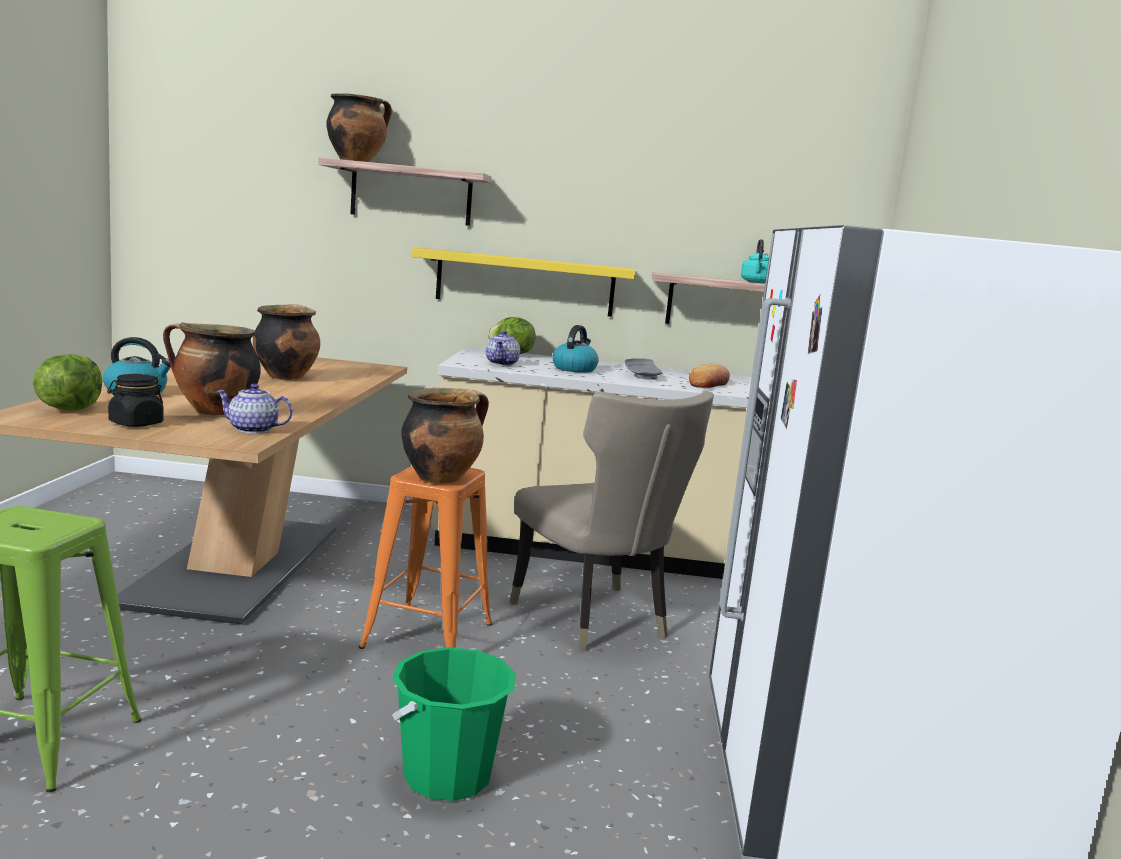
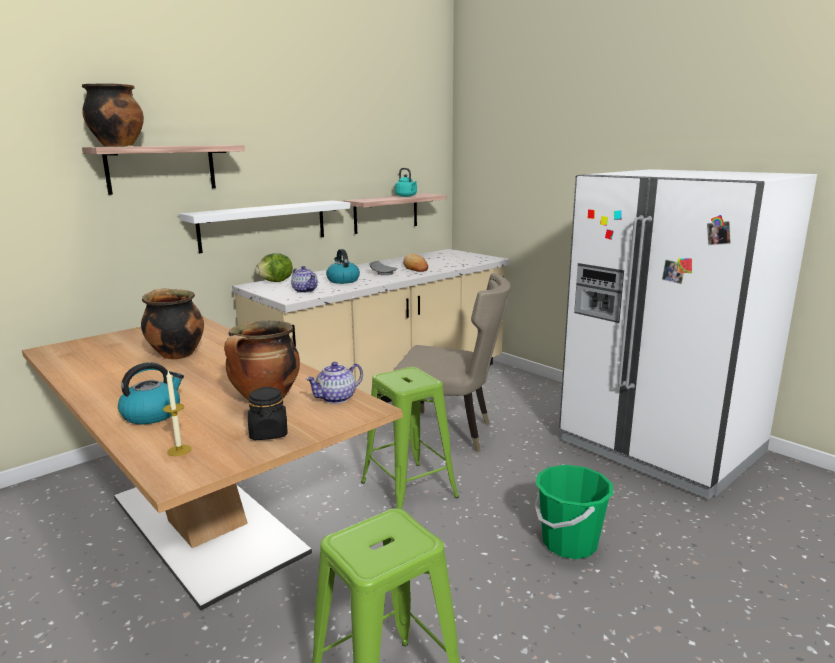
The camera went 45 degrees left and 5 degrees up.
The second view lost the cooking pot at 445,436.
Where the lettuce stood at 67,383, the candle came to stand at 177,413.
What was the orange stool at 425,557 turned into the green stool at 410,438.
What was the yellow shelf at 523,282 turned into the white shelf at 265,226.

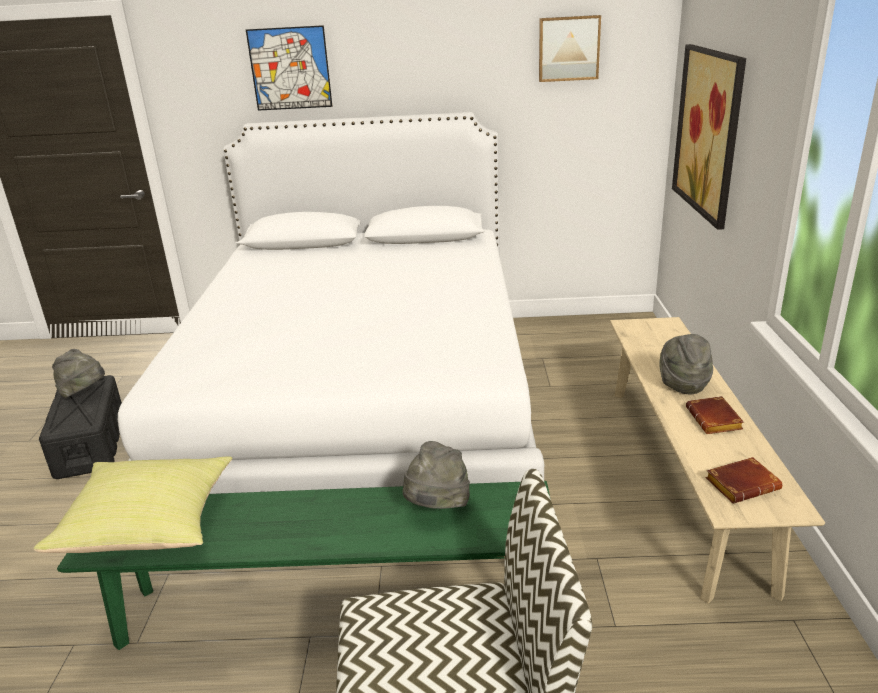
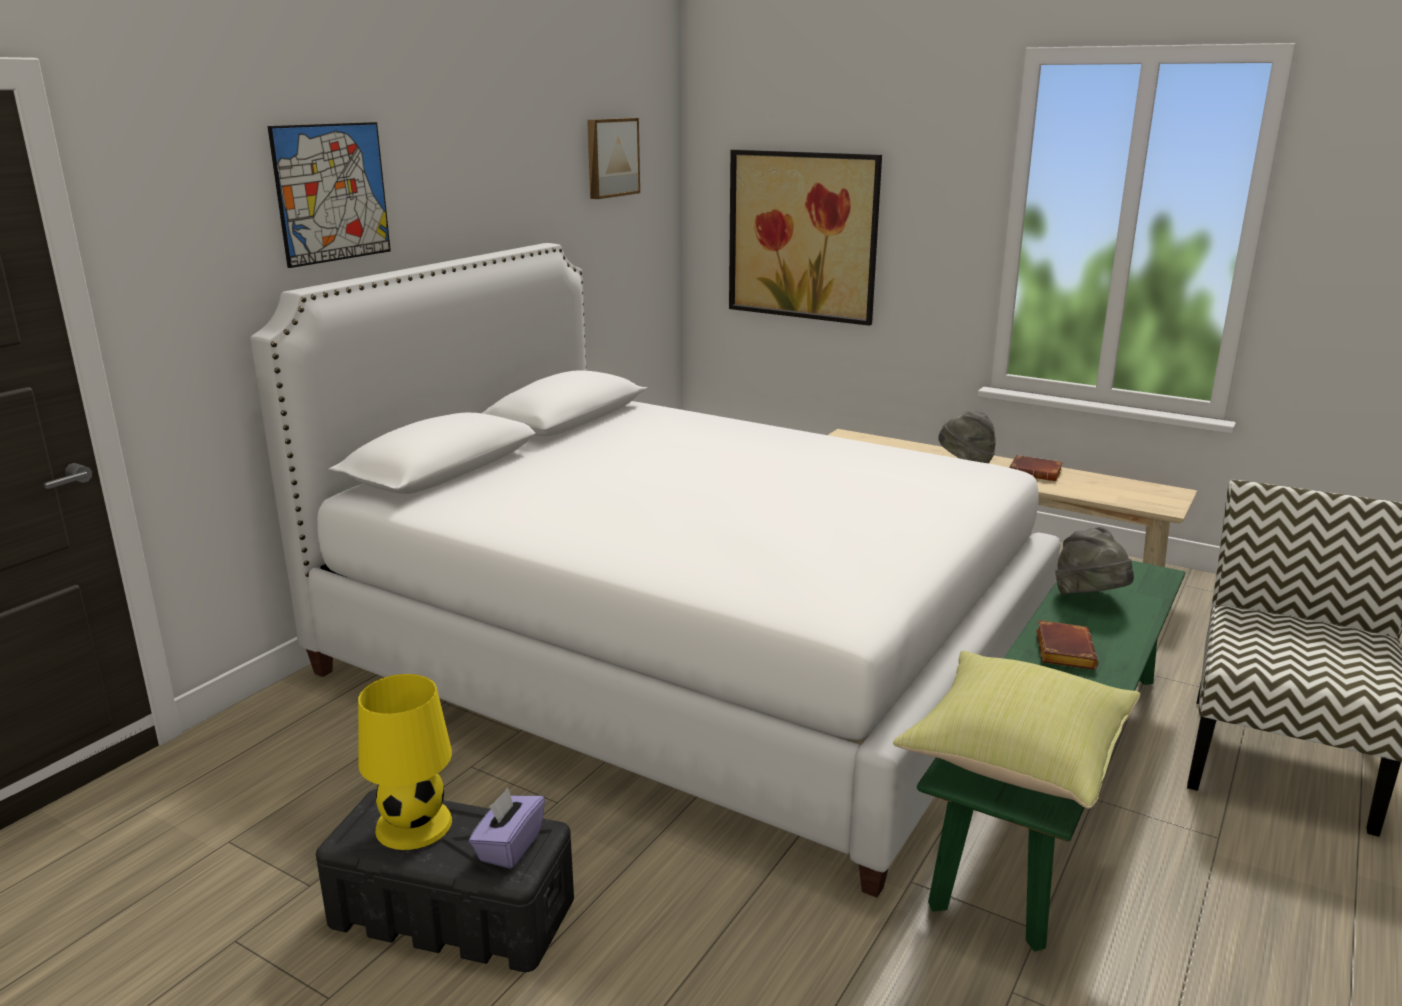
The camera went 60 degrees left and 5 degrees down.
The second view gained the purple tissue box at 507,828.
The brown book ended up elsewhere, having gone from 743,480 to 1067,645.
Where the grey hat stood at 78,373, the yellow table lamp came to stand at 405,762.

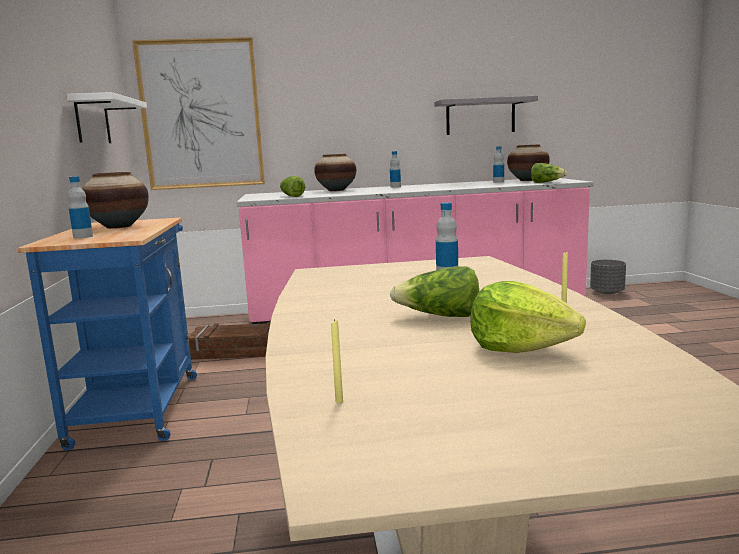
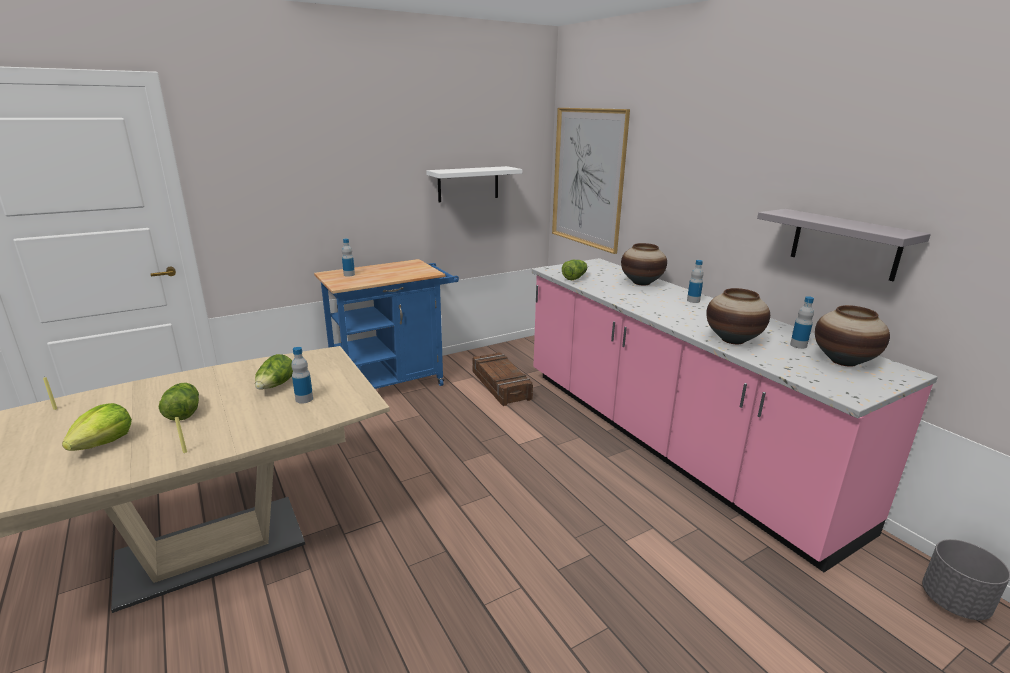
The camera went 65 degrees right and 10 degrees up.
The vase ended up elsewhere, having gone from 115,200 to 738,316.
The lettuce ended up elsewhere, having gone from 549,173 to 274,372.

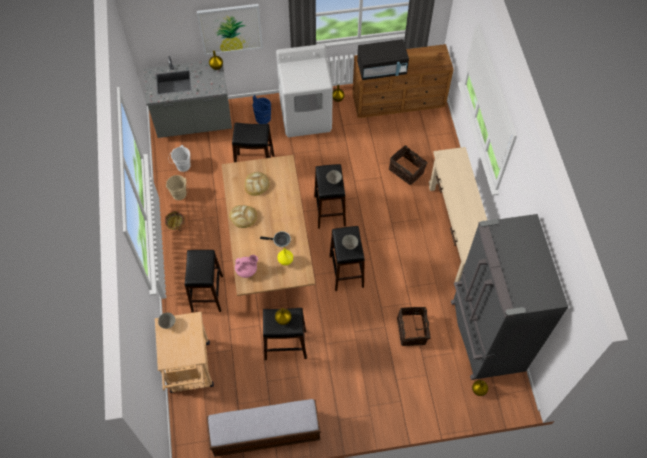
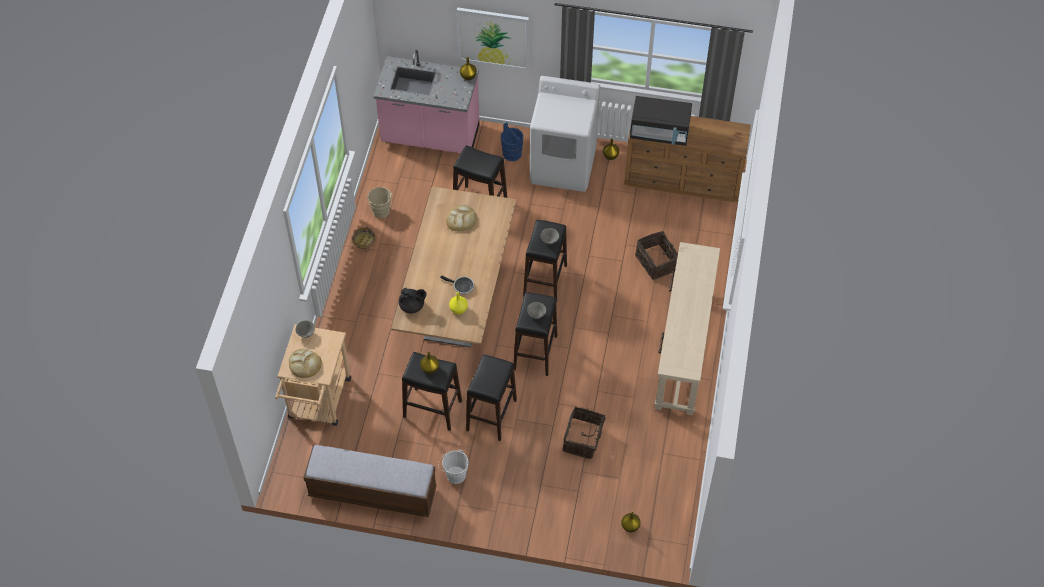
The camera went 20 degrees right and 5 degrees down.
The second view lost the grey fridge at 509,297.
The white bucket ended up elsewhere, having gone from 180,158 to 453,466.
The black stool ended up elsewhere, having gone from 204,281 to 491,397.
The bread ended up elsewhere, having gone from 243,216 to 305,363.
What was the grey counter at 188,97 turned into the pink counter at 426,101.
What was the pink teapot at 246,266 turned into the black teapot at 413,300.

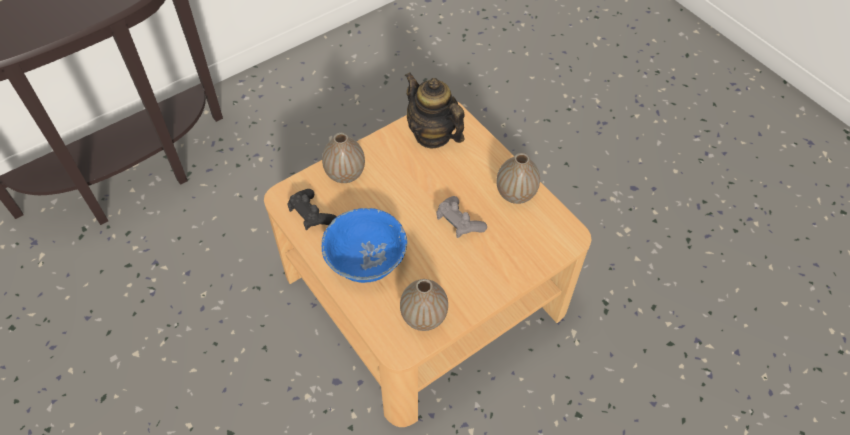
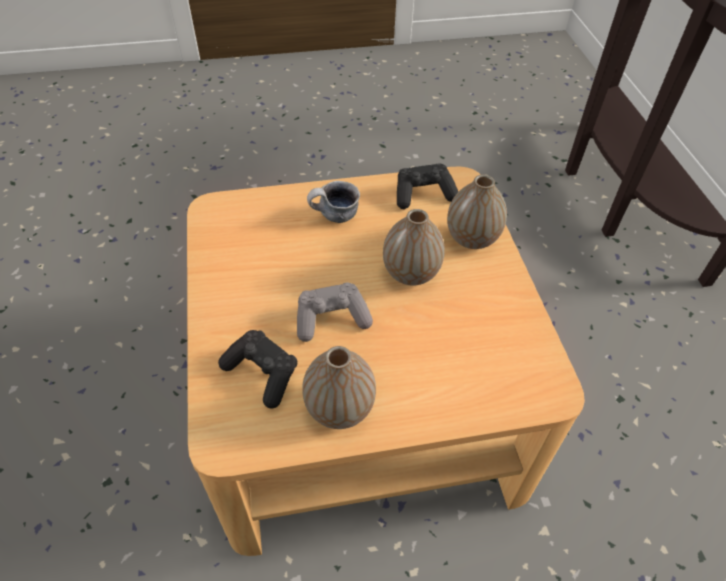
The camera went 115 degrees right and 5 degrees down.
The second view lost the teapot at 435,110.
The second view gained the black game controller at 257,369.
The vase ended up elsewhere, having gone from 424,305 to 414,247.
Where the blue bowl stood at 364,245, the mug came to stand at 333,202.

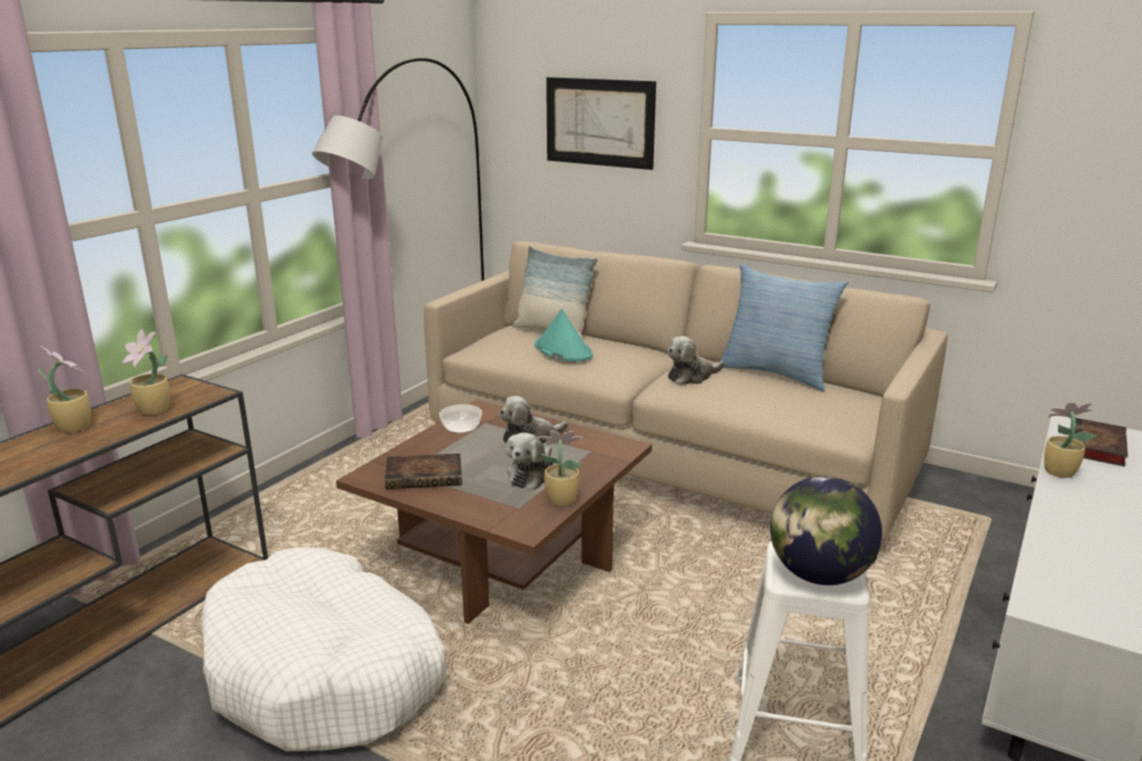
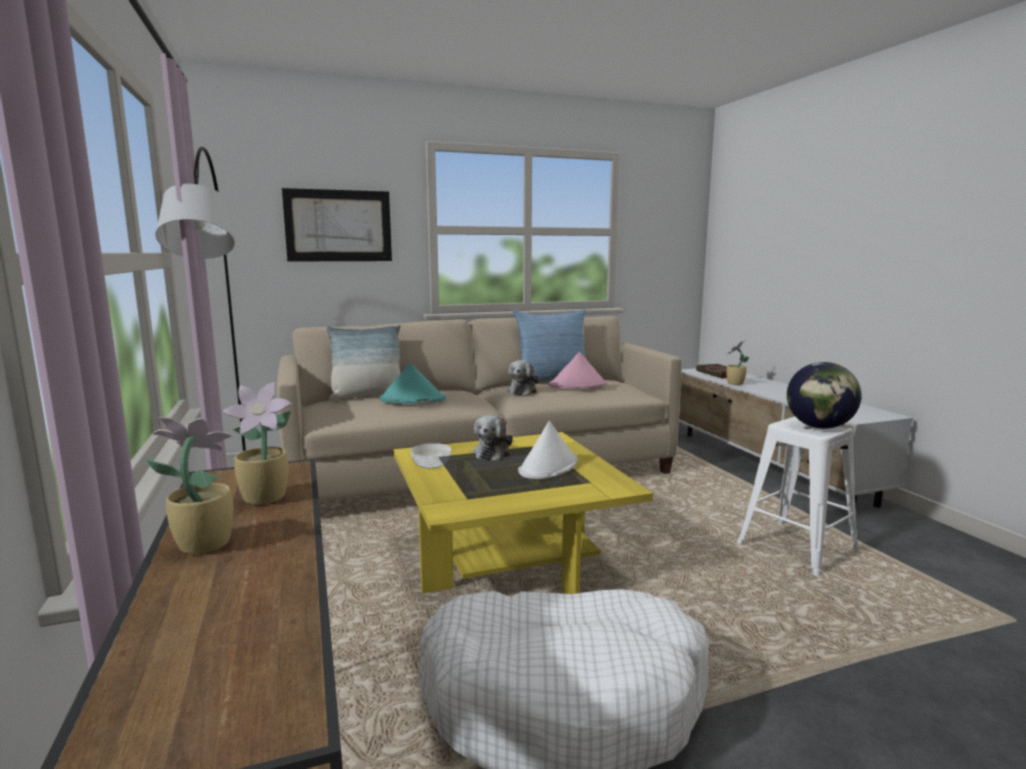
The camera went 50 degrees left and 10 degrees down.
The second view lost the book at 423,471.
The second view lost the potted plant at 560,468.
The second view gained the pink hat at 578,370.
Where the plush toy stood at 529,461, the white hat came to stand at 548,450.
What was the brown coffee table at 494,512 turned into the yellow coffee table at 523,513.

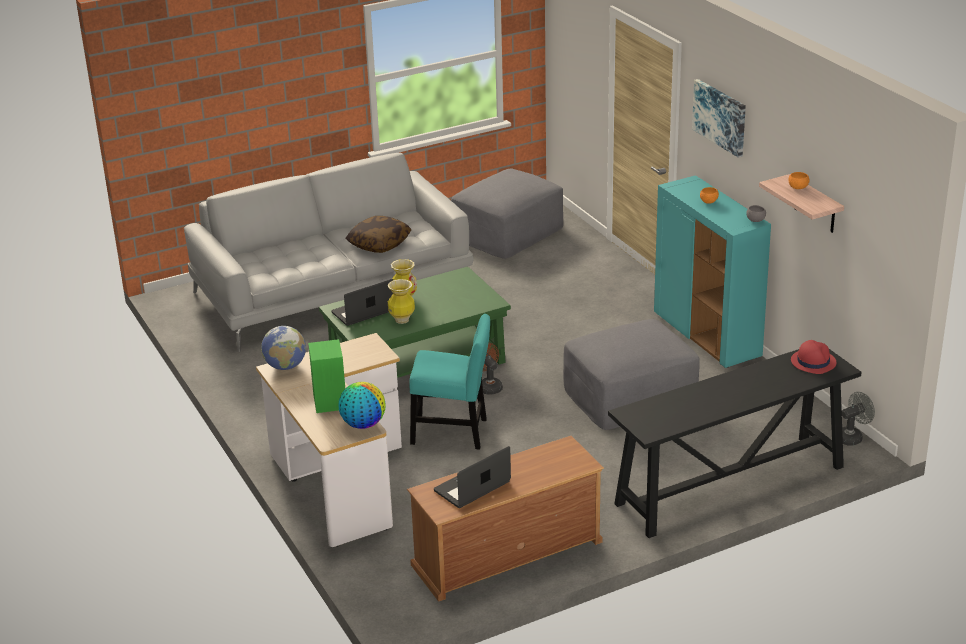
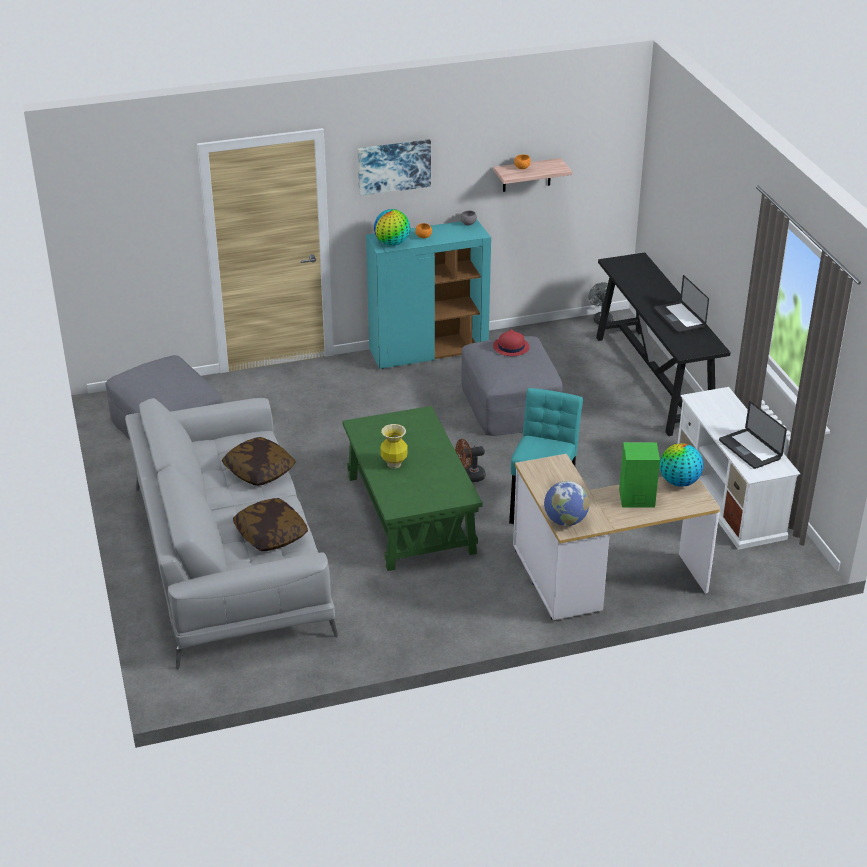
The camera went 80 degrees left and 5 degrees up.
The second view lost the vase at 401,301.
The second view gained the pillow at 270,524.
The second view gained the globe at 392,227.
The laptop ended up elsewhere, having gone from 362,302 to 681,304.
The red hat ended up elsewhere, having gone from 814,357 to 511,342.
What was the brown tv stand at 505,519 turned into the white tv stand at 738,468.

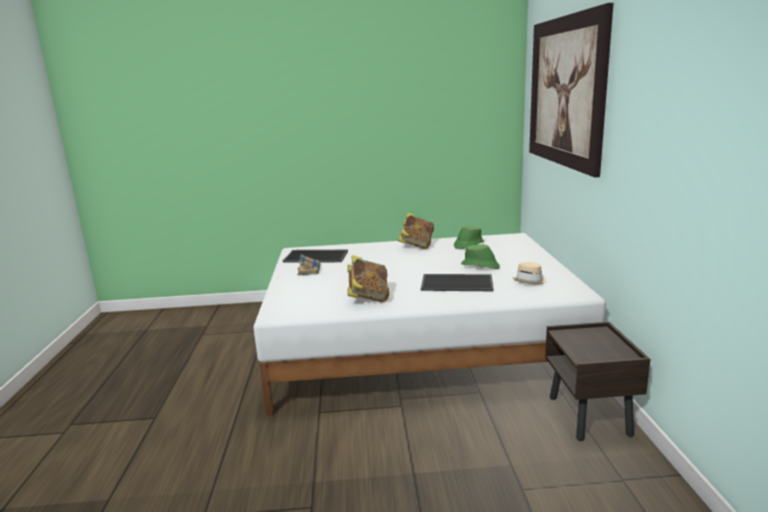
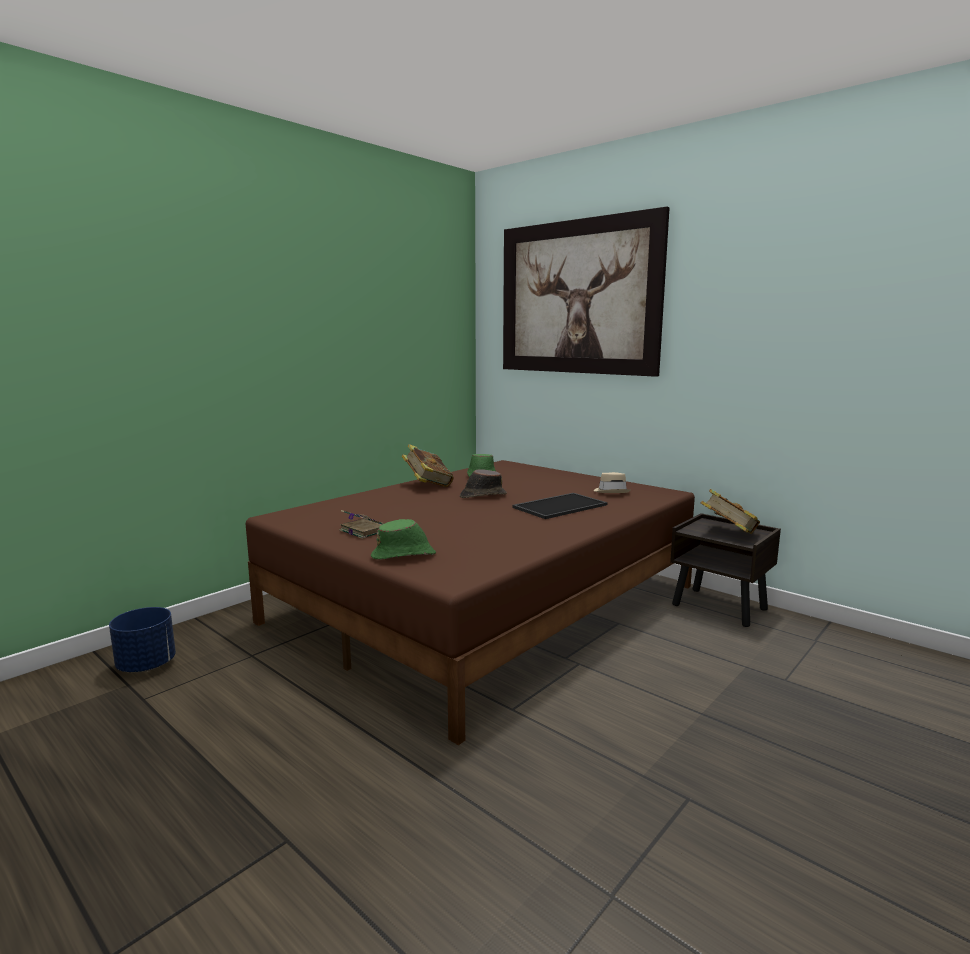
The camera went 45 degrees left and 5 degrees down.
The second view lost the tray at 315,256.
The second view gained the blue planter at 142,639.
The second view gained the brown hat at 483,483.
The book ended up elsewhere, having gone from 368,278 to 730,511.
The green hat ended up elsewhere, having gone from 480,256 to 403,539.
What was the white bed at 429,324 turned into the brown bed at 470,602.

